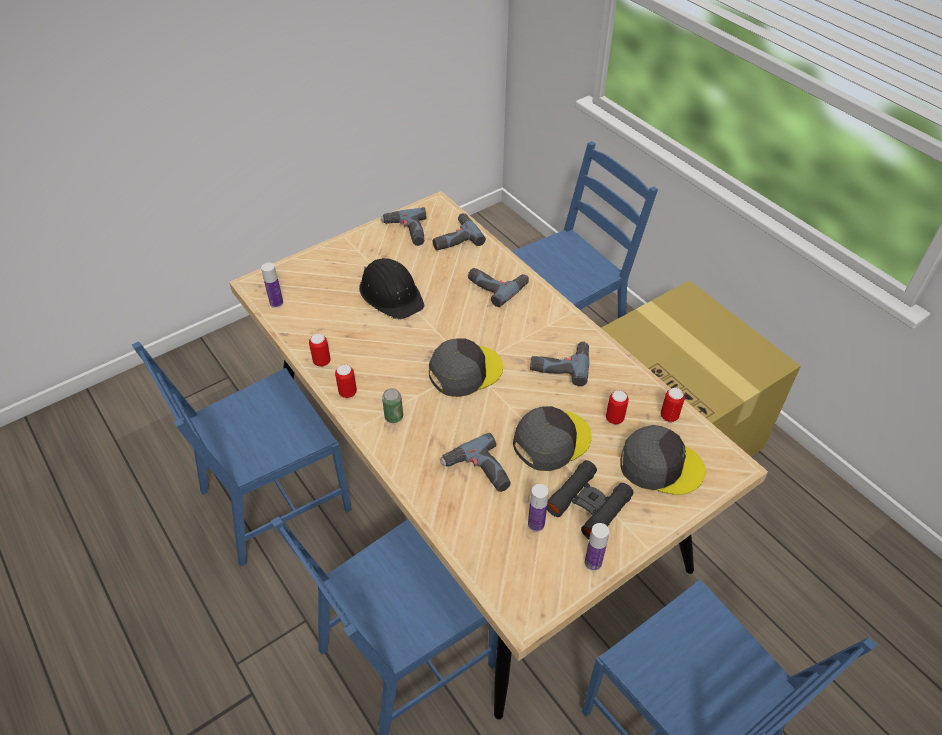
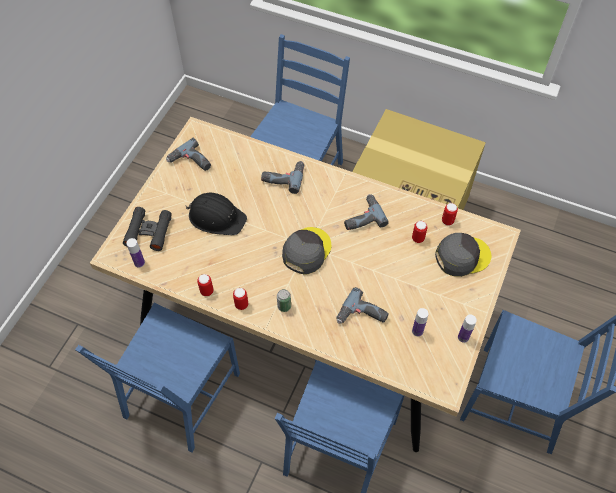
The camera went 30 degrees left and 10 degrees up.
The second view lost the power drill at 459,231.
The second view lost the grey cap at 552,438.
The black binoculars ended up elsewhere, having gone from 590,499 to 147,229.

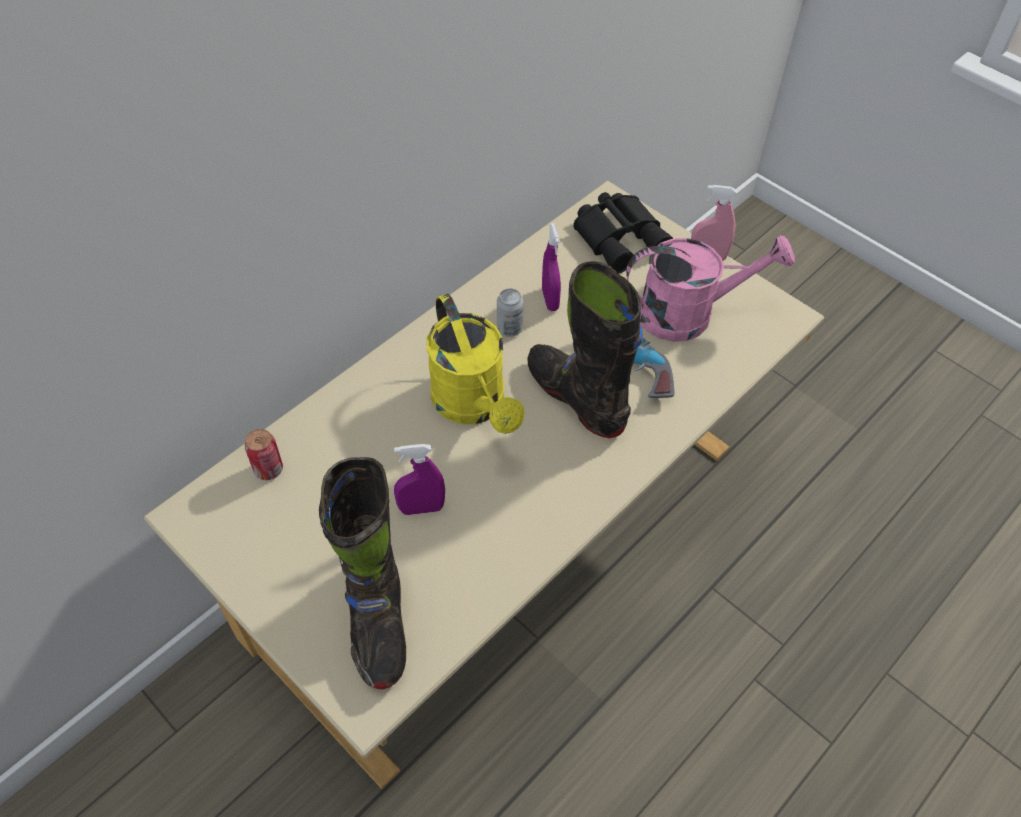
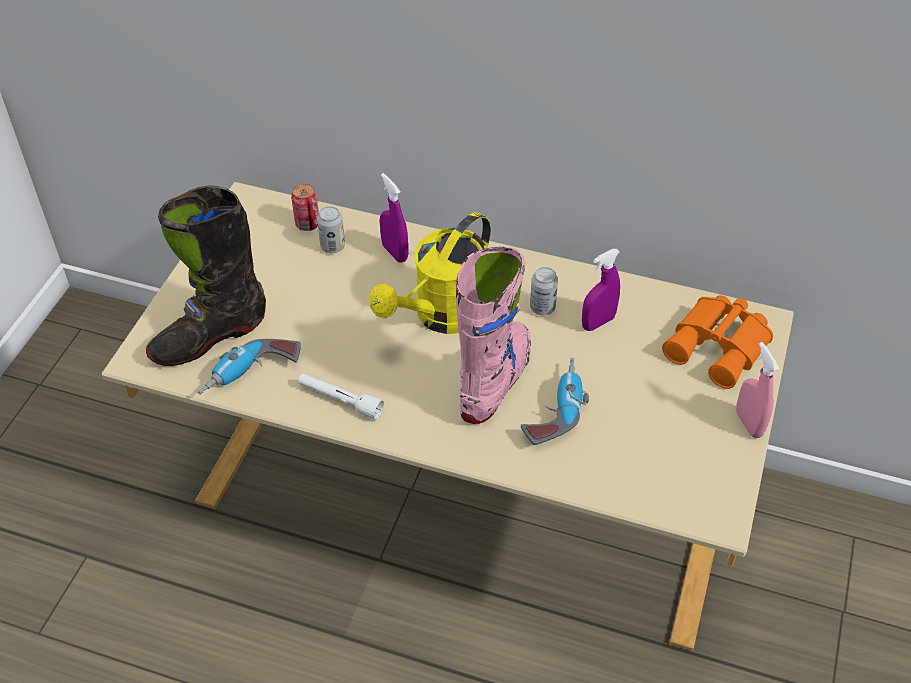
The camera went 65 degrees right and 5 degrees down.
The second view lost the pink watering can at 710,288.
The second view gained the power drill at 249,367.
The second view gained the white flashlight at 341,397.
The second view gained the can at 331,229.
The purple spray bottle ended up elsewhere, having gone from 419,479 to 394,218.
What was the black boot at 585,349 turned into the pink boot at 493,335.
What was the black binoculars at 623,232 turned into the orange binoculars at 717,342.

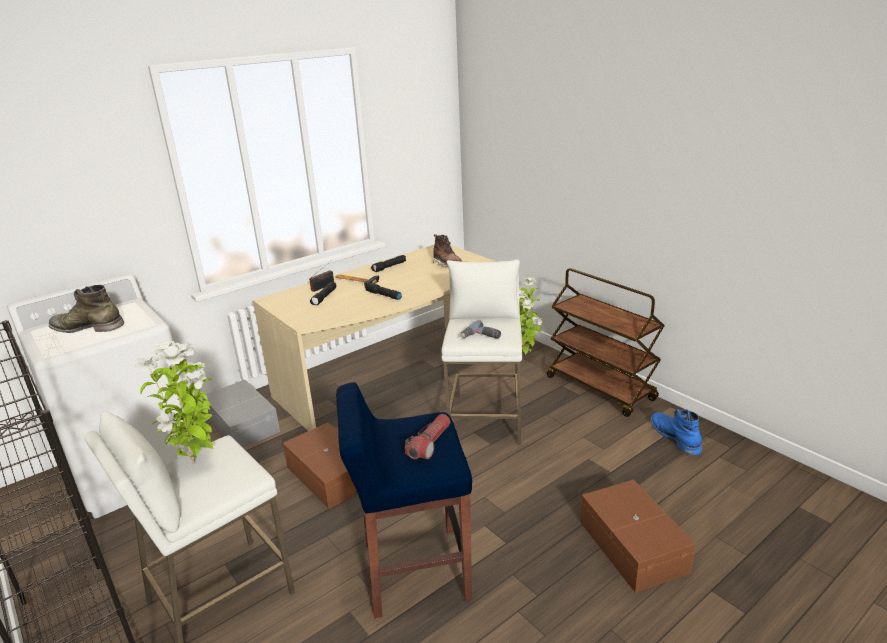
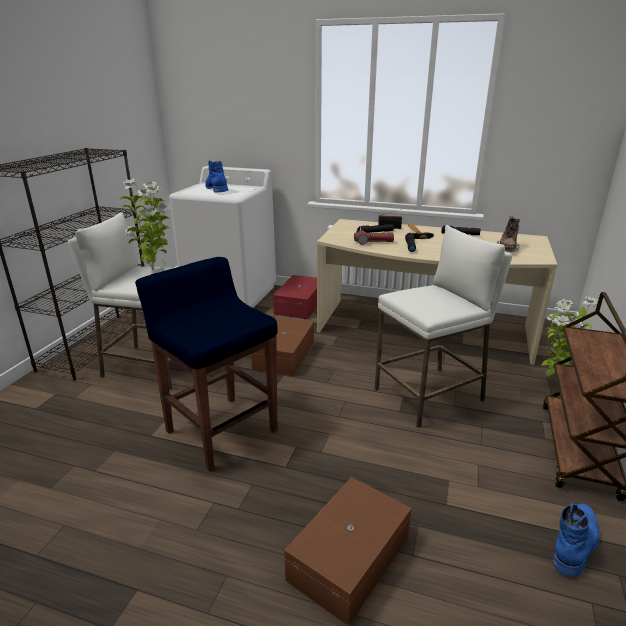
The camera went 55 degrees right and 0 degrees up.
The second view lost the power drill at 481,329.
The flashlight ended up elsewhere, having gone from 427,436 to 374,237.
What was the green boot at 86,309 turned into the blue boot at 216,176.
What was the grey storage box at 241,414 turned into the red storage box at 295,297.

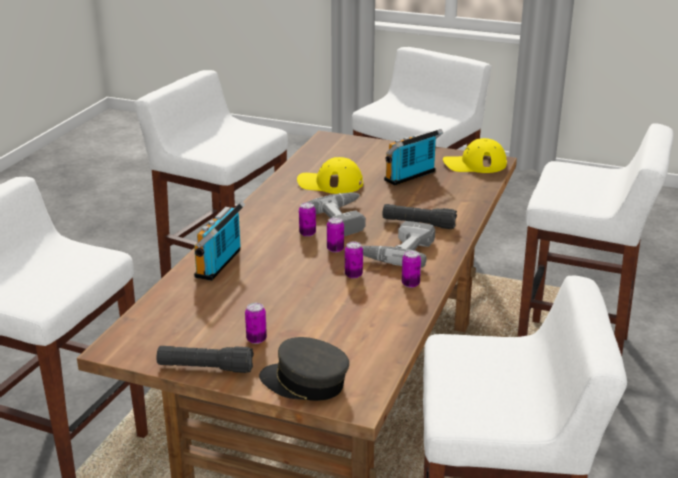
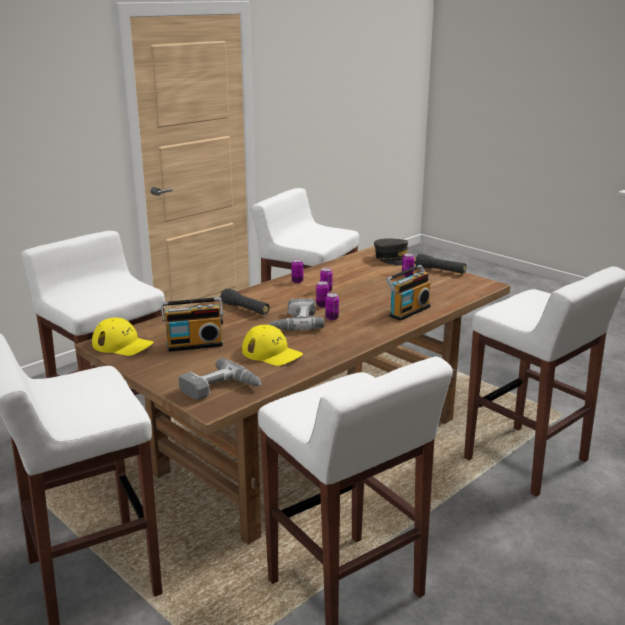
The camera went 155 degrees left and 5 degrees down.
The power drill ended up elsewhere, having gone from 398,244 to 220,379.

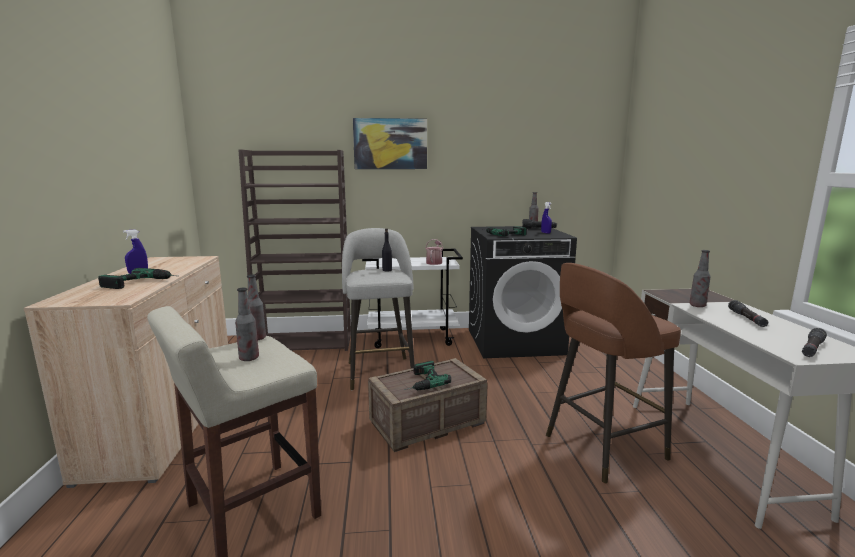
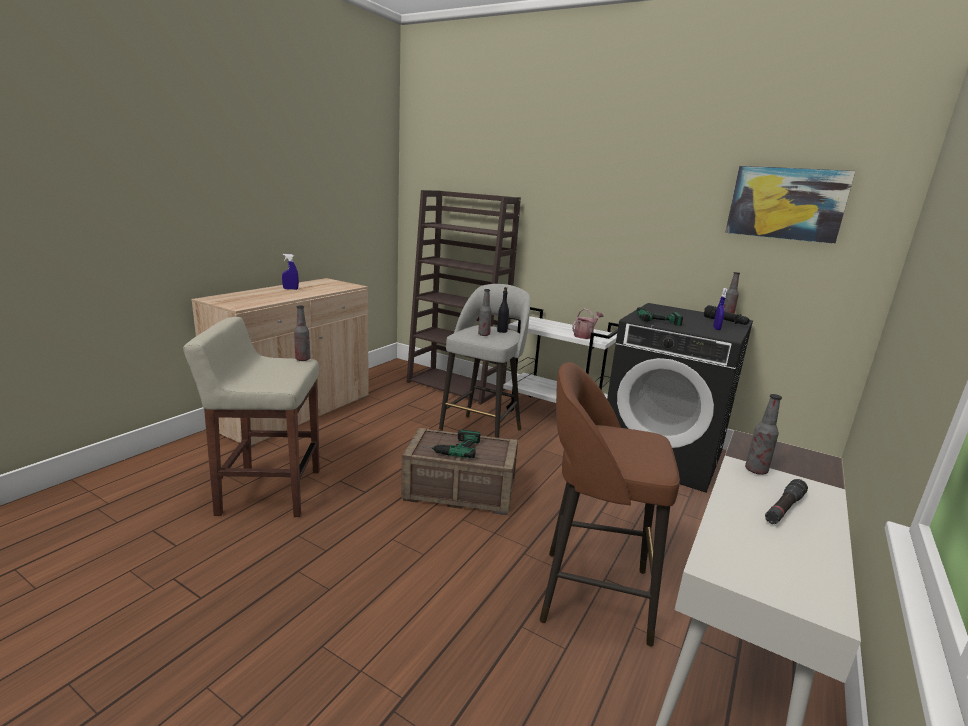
The camera went 35 degrees right and 5 degrees up.
The second view lost the power drill at 137,278.
The second view lost the black flashlight at 814,342.
The bottle ended up elsewhere, having gone from 247,324 to 485,312.
The picture ended up elsewhere, having gone from 390,143 to 790,205.

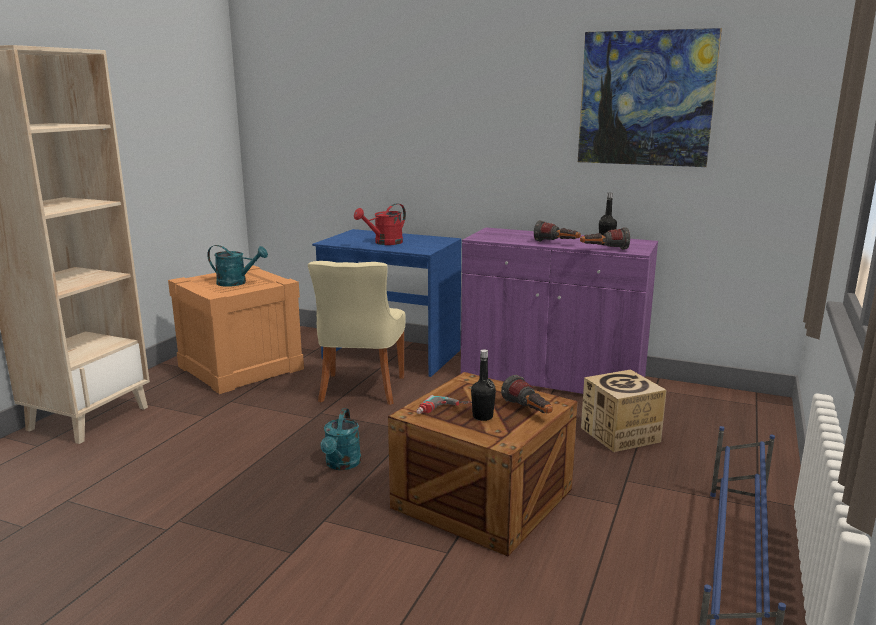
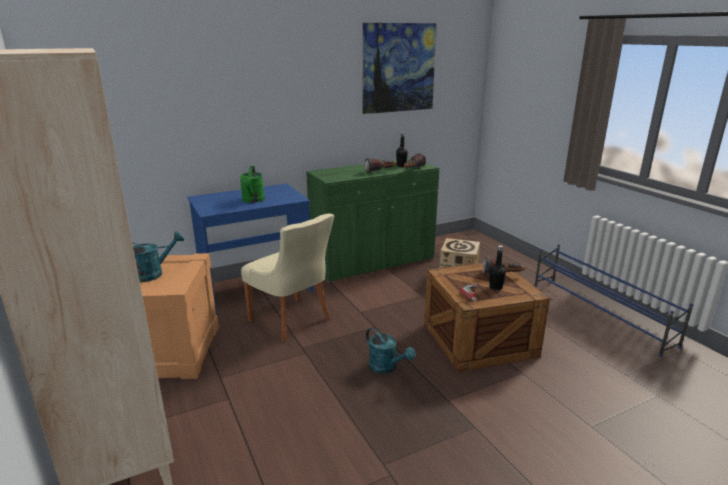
The camera went 50 degrees left and 5 degrees up.
What was the red watering can at 380,224 turned into the green watering can at 252,184.
What was the purple cabinet at 559,310 turned into the green cabinet at 372,220.

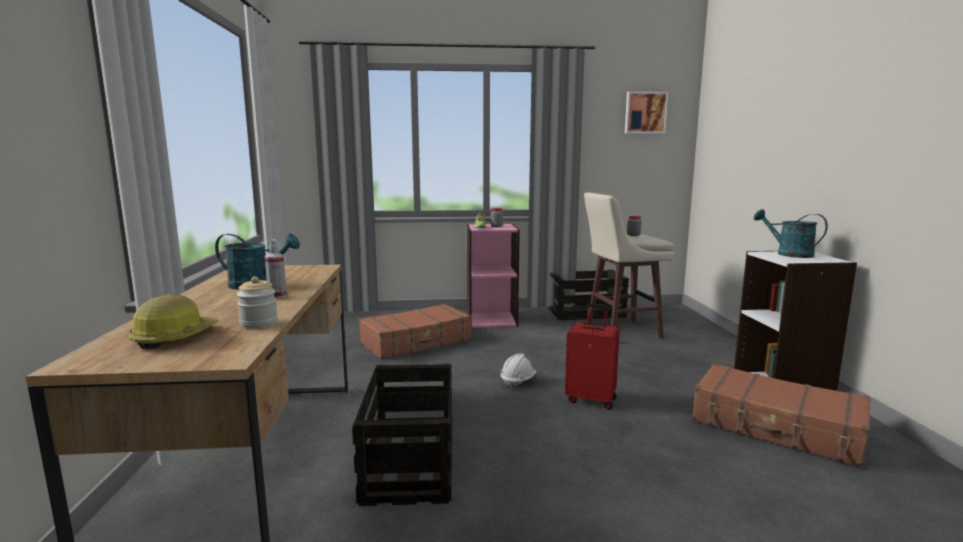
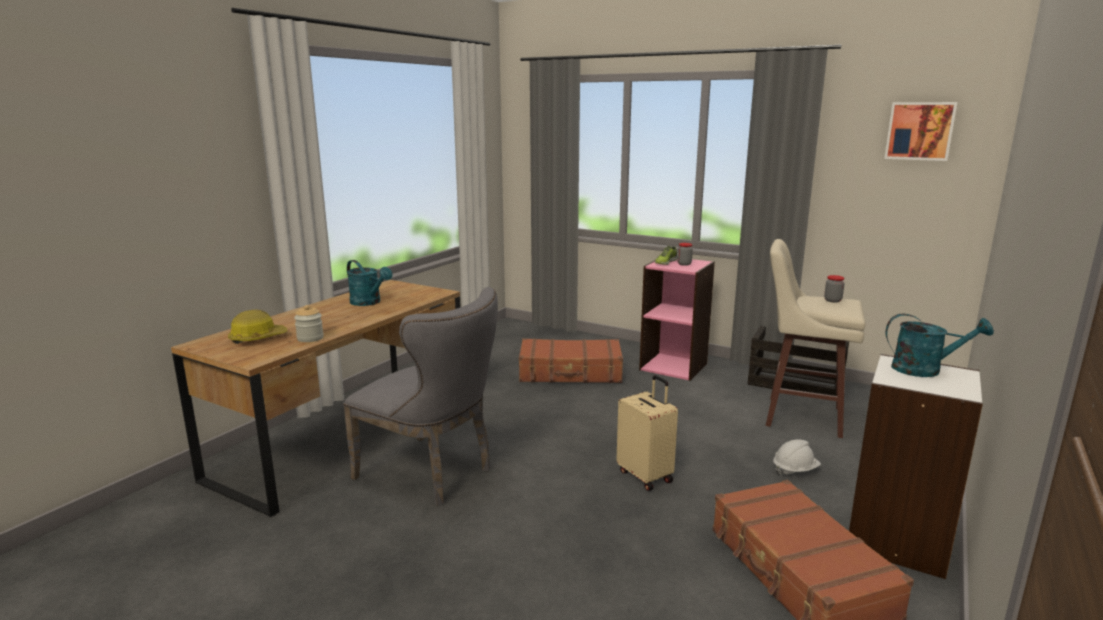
The camera went 35 degrees right and 5 degrees up.
The second view lost the spray bottle at 276,269.
The white hard hat ended up elsewhere, having gone from 518,371 to 797,457.
Where the crate stood at 402,435, the grey chair came to stand at 420,396.
What was the red suitcase at 592,356 turned into the beige suitcase at 647,433.
The turquoise watering can at 791,233 ended up facing another way, 105 degrees clockwise from before.

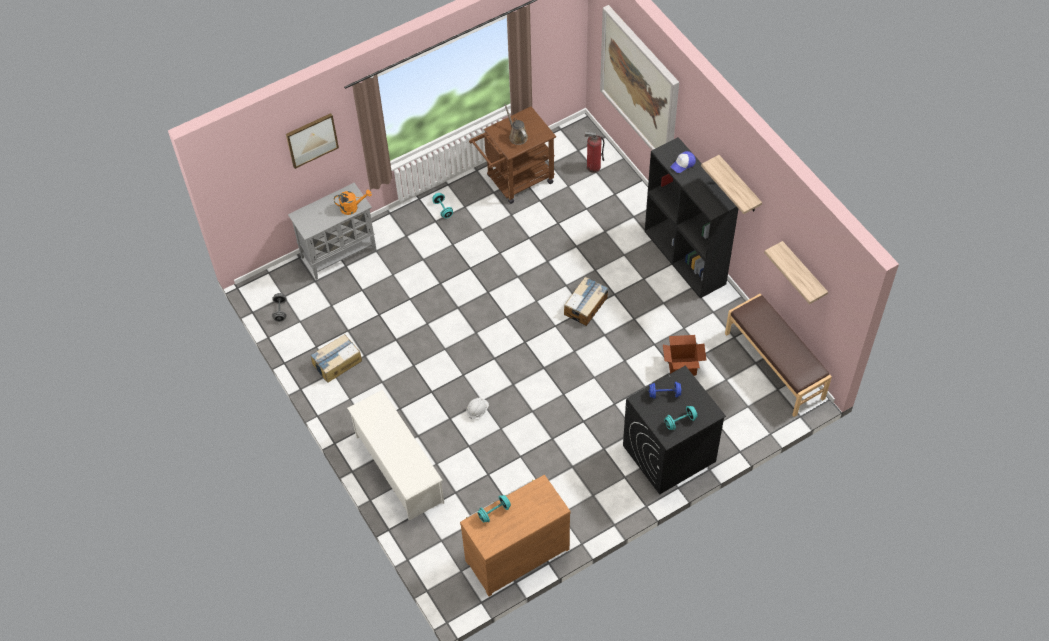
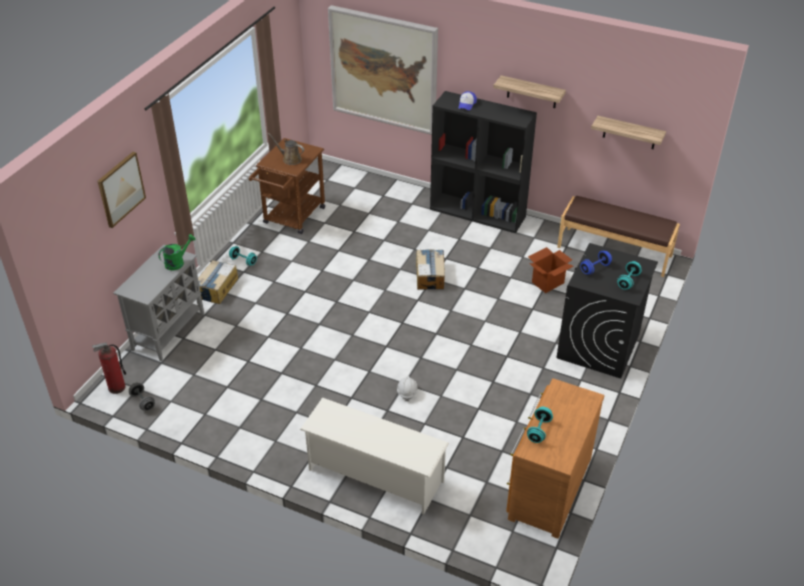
The camera went 35 degrees left and 15 degrees down.
The cardboard box ended up elsewhere, having gone from 336,358 to 218,282.
The fire extinguisher ended up elsewhere, having gone from 594,152 to 109,368.
What was the orange watering can at 353,202 turned into the green watering can at 177,252.

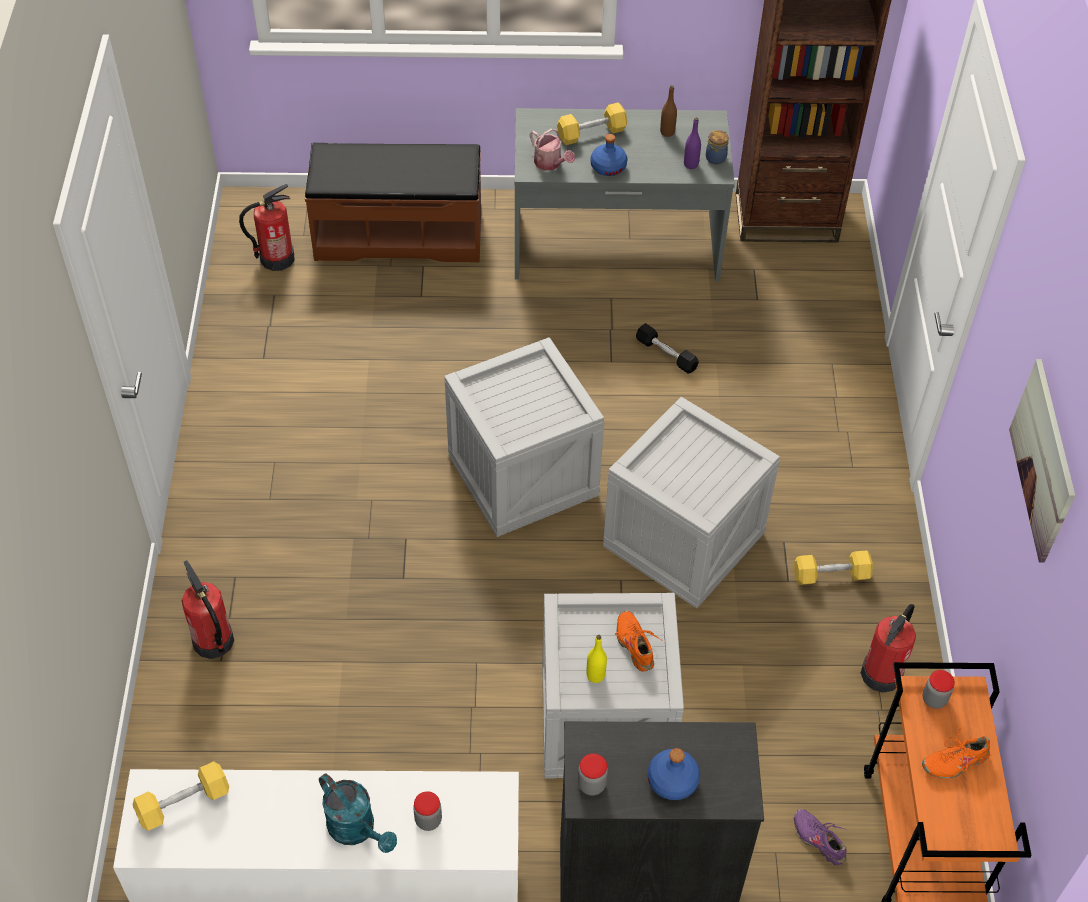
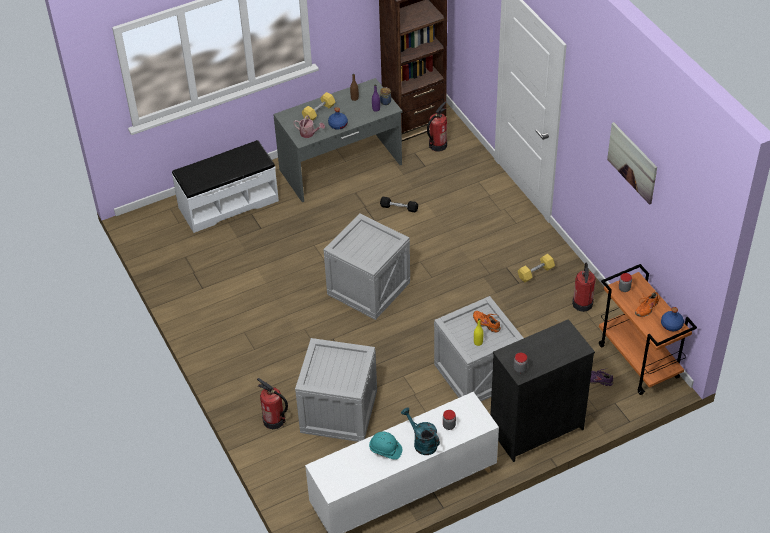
The camera went 25 degrees left and 5 degrees down.
The second view lost the yellow dumbbell at 181,796.
The second view gained the turquoise hard hat at 385,446.
The fire extinguisher ended up elsewhere, having gone from 266,227 to 437,127.
The crate ended up elsewhere, having gone from 691,502 to 336,390.
The blue bottle ended up elsewhere, having gone from 674,774 to 672,319.
What was the brown bench at 393,203 turned into the white bench at 225,186.
The turquoise watering can at 358,813 ended up facing another way, 150 degrees counterclockwise from before.

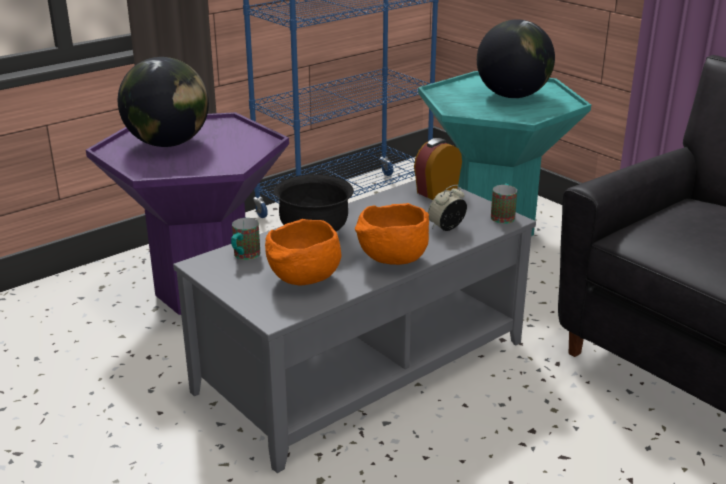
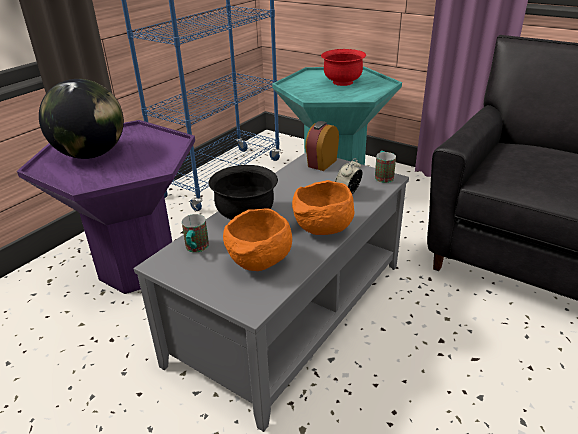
The camera went 15 degrees left and 5 degrees up.
Where the globe stood at 516,58, the red bowl came to stand at 343,67.

